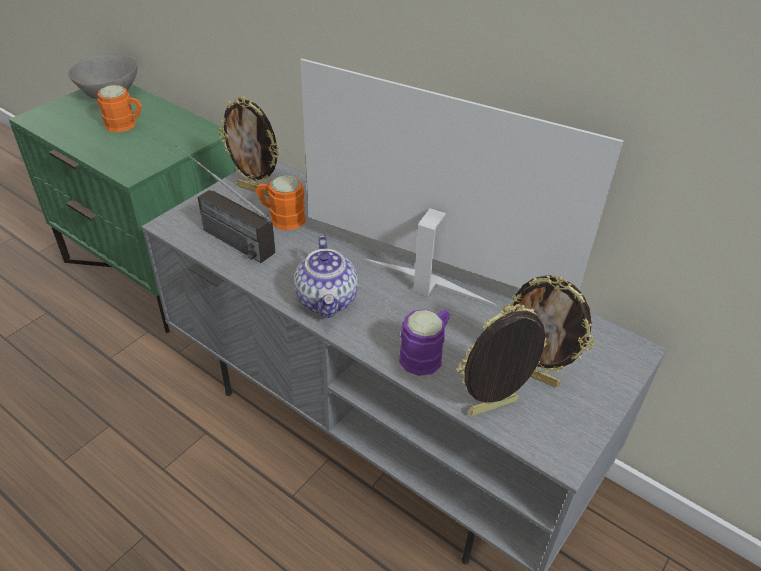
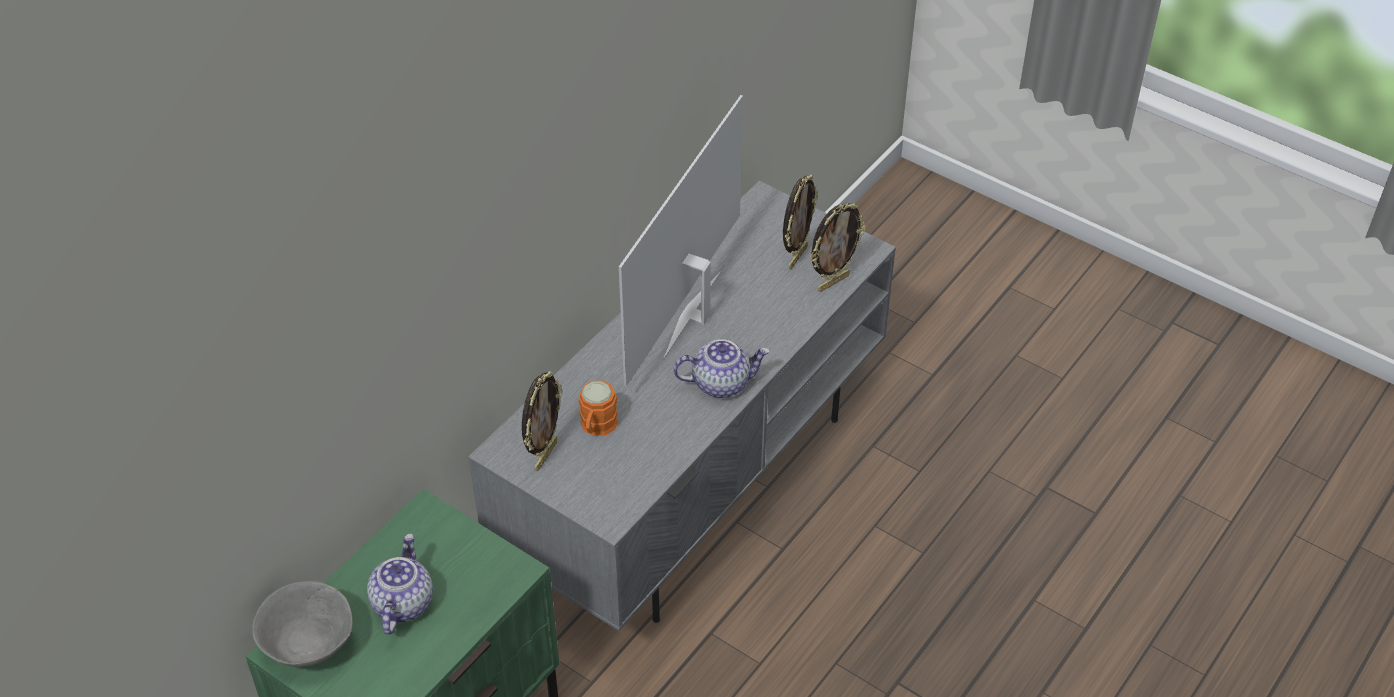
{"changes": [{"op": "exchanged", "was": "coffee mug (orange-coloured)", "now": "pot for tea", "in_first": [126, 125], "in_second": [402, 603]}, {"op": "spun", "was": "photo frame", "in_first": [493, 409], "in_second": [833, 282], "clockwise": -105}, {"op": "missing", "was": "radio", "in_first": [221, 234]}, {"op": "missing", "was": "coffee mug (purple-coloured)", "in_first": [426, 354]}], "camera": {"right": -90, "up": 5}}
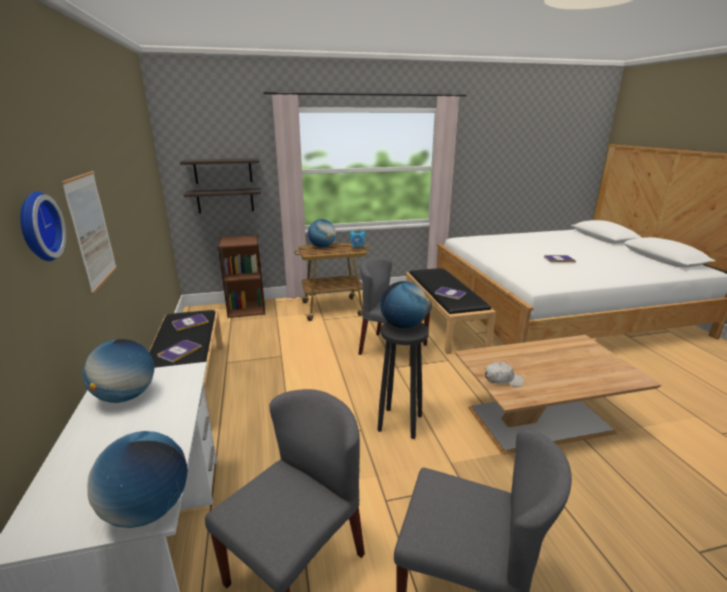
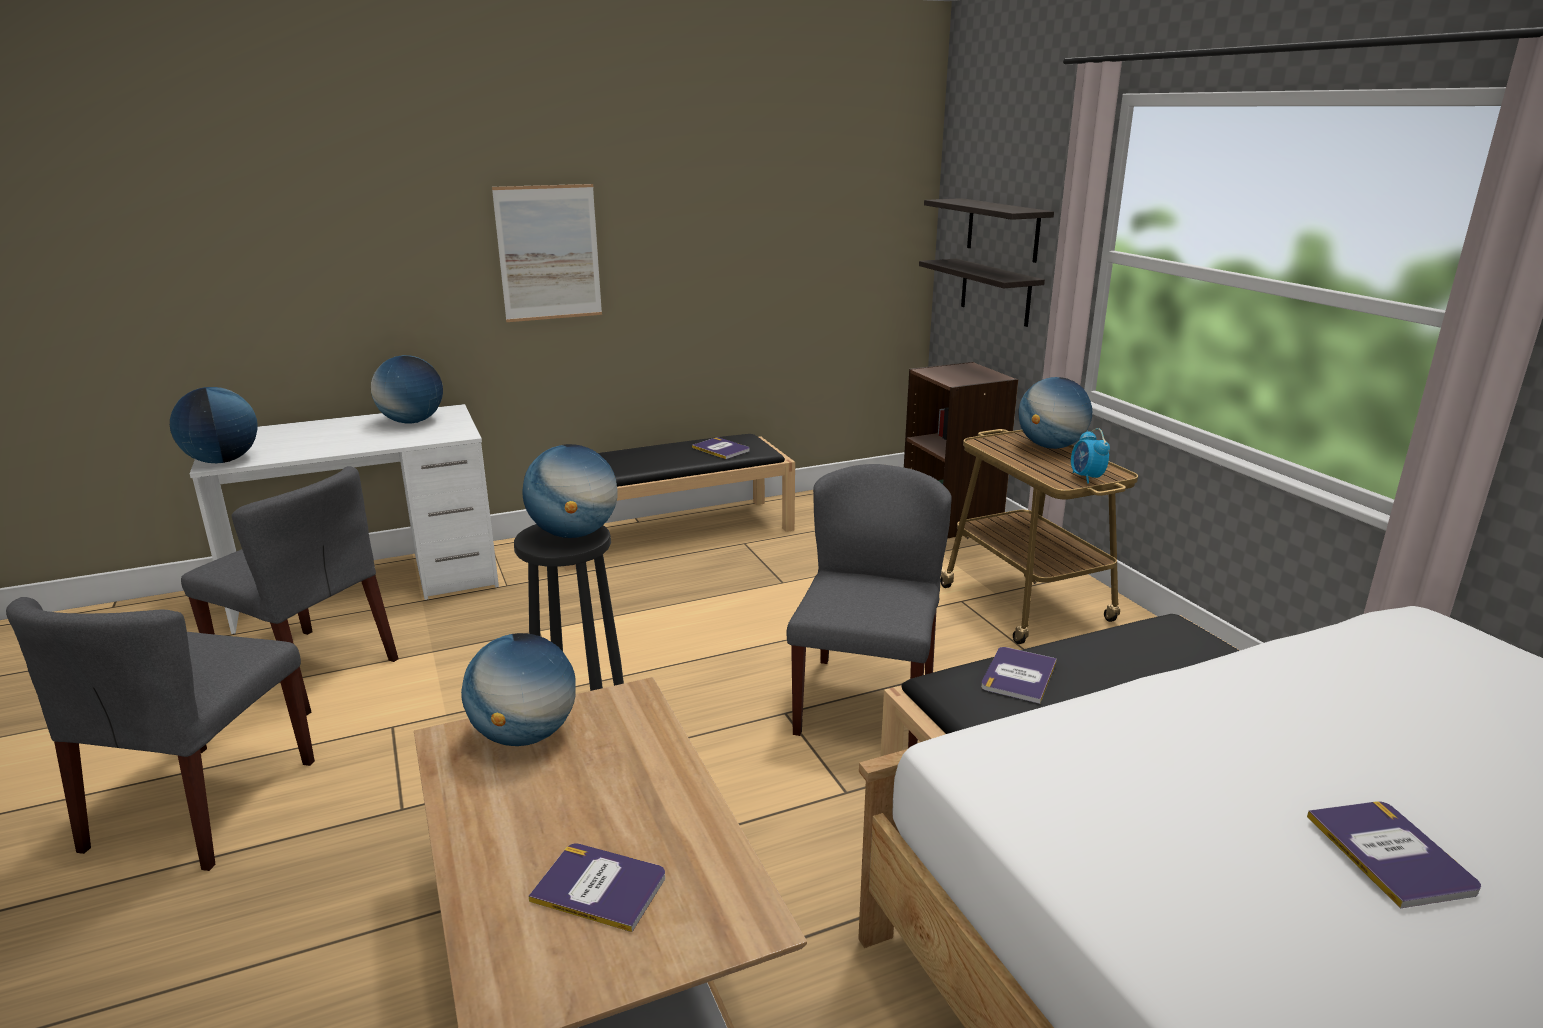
{"changes": [{"op": "exchanged", "was": "peaked cap (white-coloured)", "now": "globe", "in_first": [502, 379], "in_second": [525, 735]}, {"op": "relocated", "was": "bound book", "in_first": [179, 351], "in_second": [600, 887]}, {"op": "missing", "was": "wall clock", "in_first": [36, 227]}], "camera": {"right": 80, "up": 0}}
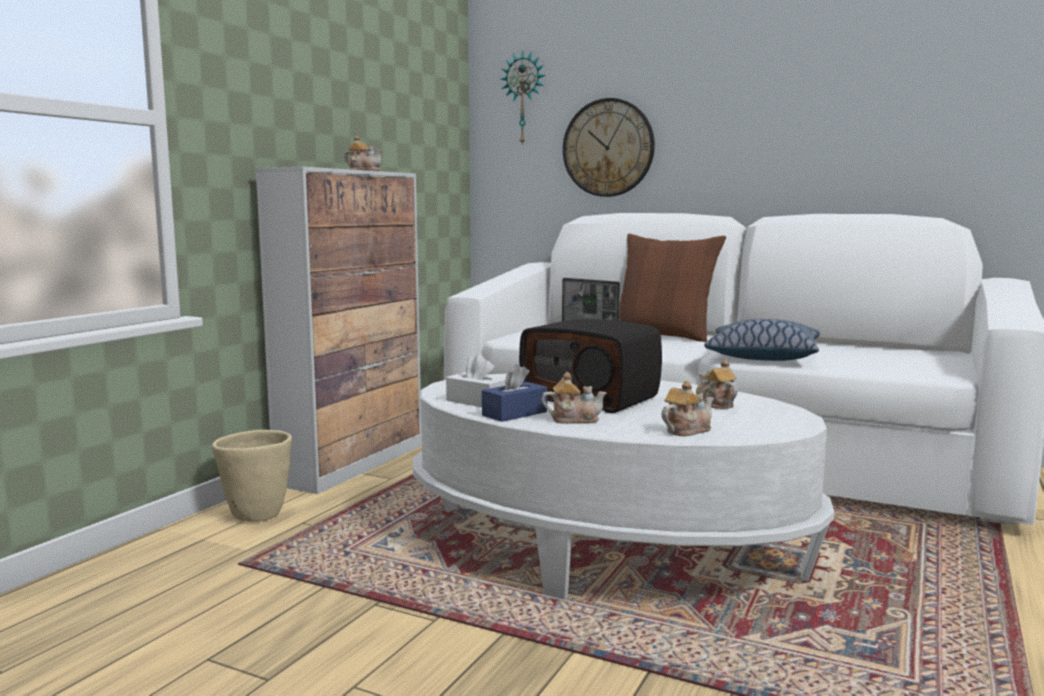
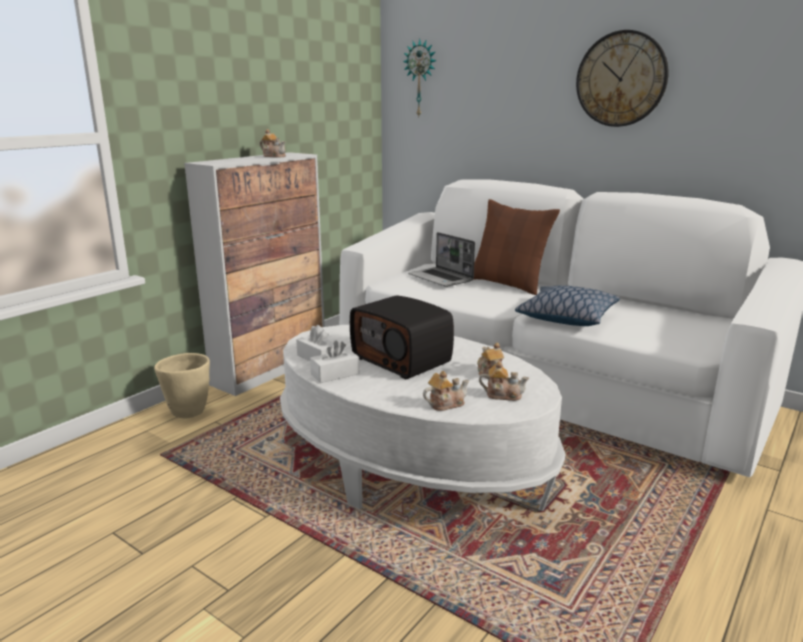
{"changes": [{"op": "colour", "was": "box of tissues (bluish)", "now": "box of tissues (white-coloured)", "in_first": [514, 413], "in_second": [335, 374]}, {"op": "relocated", "was": "pot for tea", "in_first": [574, 419], "in_second": [502, 395]}, {"op": "relocated", "was": "wall clock", "in_first": [608, 148], "in_second": [621, 79]}], "camera": {"right": 10, "up": 10}}
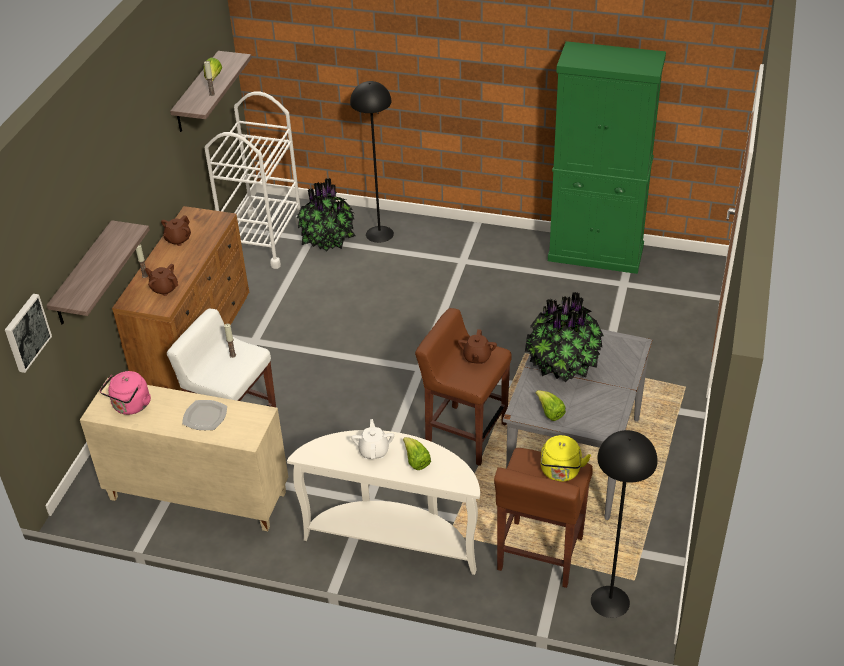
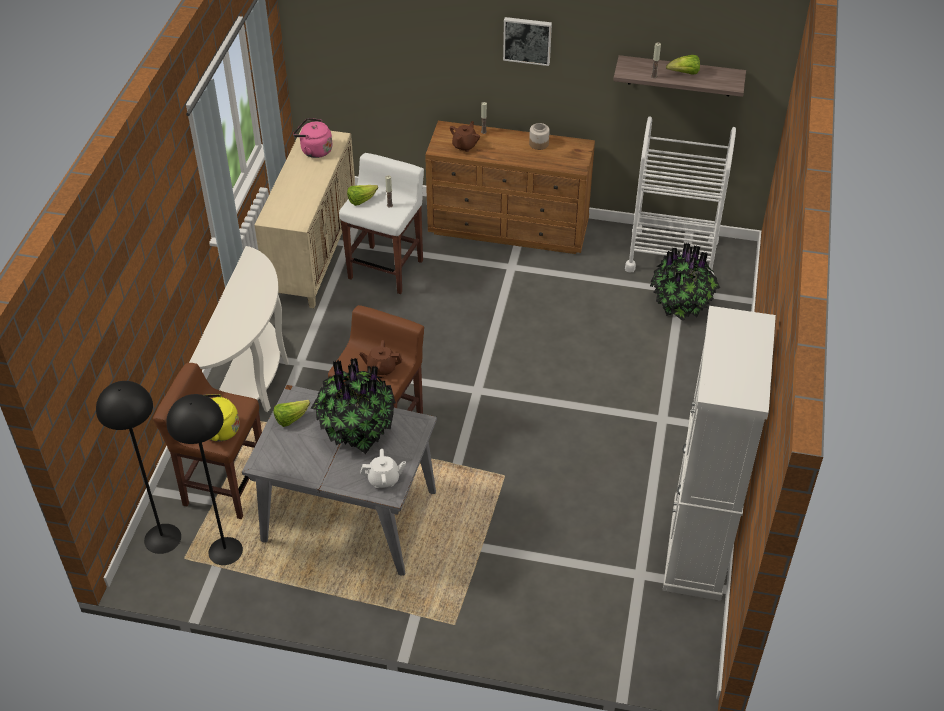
{"changes": [{"op": "relocated", "was": "standard lamp (blackish)", "in_first": [379, 234], "in_second": [226, 551]}, {"op": "relocated", "was": "lettuce", "in_first": [416, 461], "in_second": [361, 200]}, {"op": "relocated", "was": "pot for tea (white-coloured)", "in_first": [374, 451], "in_second": [384, 479]}, {"op": "relocated", "was": "picture", "in_first": [26, 332], "in_second": [527, 40]}, {"op": "exchanged", "was": "pot for tea (brown)", "now": "storage jar", "in_first": [178, 240], "in_second": [539, 144]}, {"op": "colour", "was": "storage cabinet (green-coloured)", "now": "storage cabinet (white-coloured)", "in_first": [596, 254], "in_second": [696, 548]}, {"op": "missing", "was": "wall shelf", "in_first": [83, 274]}, {"op": "missing", "was": "plate", "in_first": [205, 417]}], "camera": {"right": 85, "up": 5}}
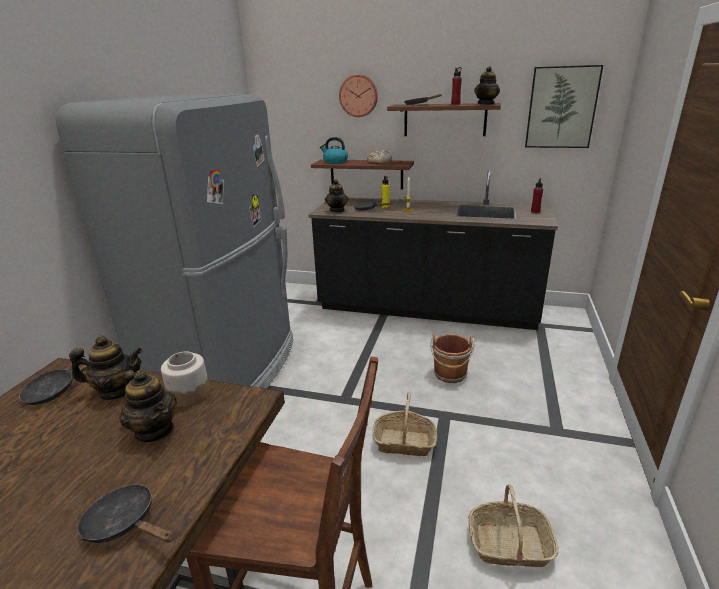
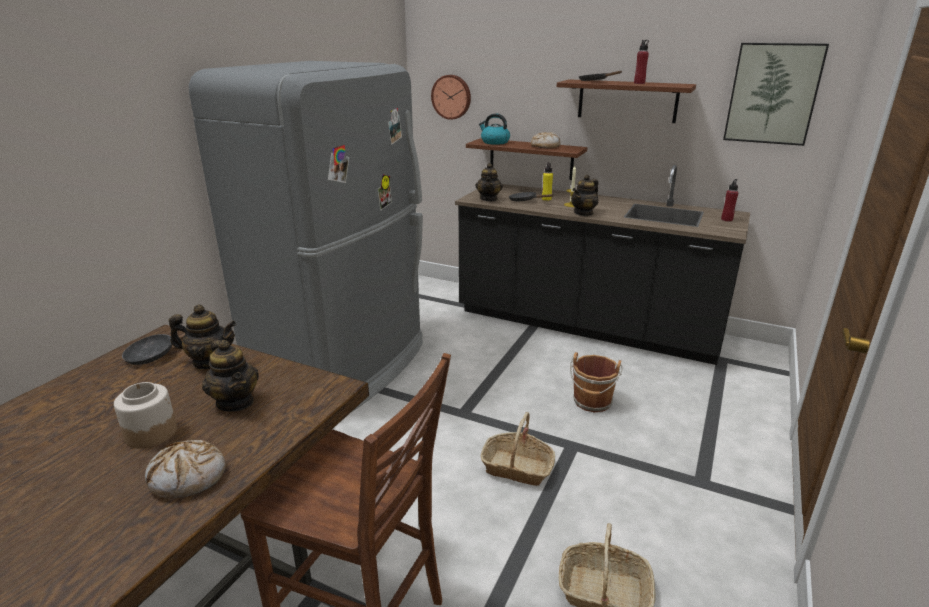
{"changes": [{"op": "relocated", "was": "storage jar", "in_first": [189, 394], "in_second": [151, 433]}, {"op": "exchanged", "was": "frying pan (blackish)", "now": "bread", "in_first": [125, 524], "in_second": [188, 477]}, {"op": "relocated", "was": "wall clock", "in_first": [359, 96], "in_second": [451, 97]}, {"op": "relocated", "was": "pot for tea", "in_first": [486, 104], "in_second": [584, 213]}], "camera": {"right": 10, "up": 0}}
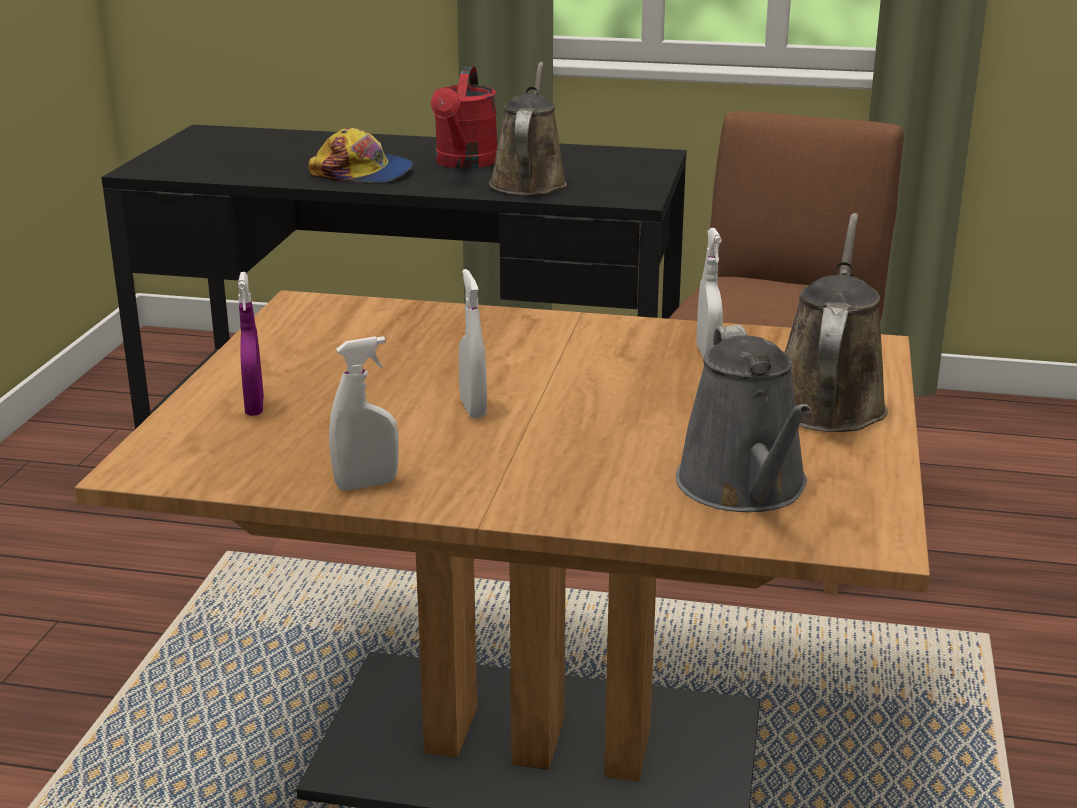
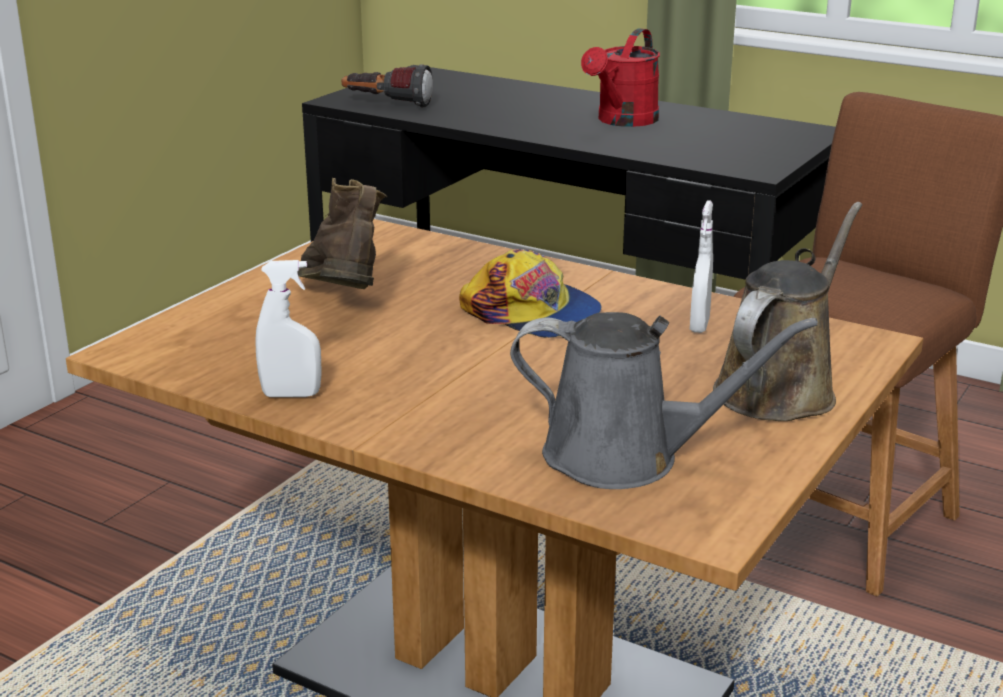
{"changes": [{"op": "appeared", "now": "high-top boot (brown)", "in_second": [342, 303]}, {"op": "appeared", "now": "torch", "in_second": [387, 104]}, {"op": "relocated", "was": "peaked cap", "in_first": [363, 173], "in_second": [532, 313]}, {"op": "spun", "was": "sprinkling can (grey)", "in_first": [745, 488], "in_second": [625, 457], "clockwise": -90}, {"op": "missing", "was": "hand sprayer (purple-coloured)", "in_first": [254, 407]}, {"op": "missing", "was": "hand sprayer (white-coloured)", "in_first": [473, 408]}, {"op": "missing", "was": "sprinkling can (brown)", "in_first": [528, 182]}], "camera": {"right": 20, "up": 0}}
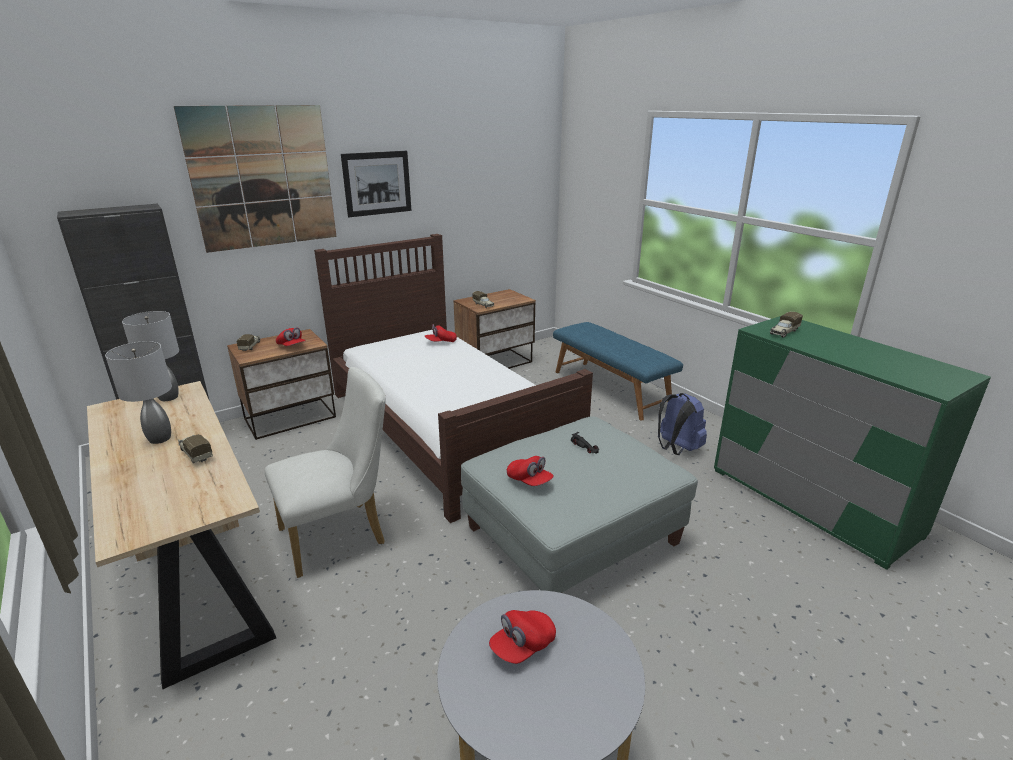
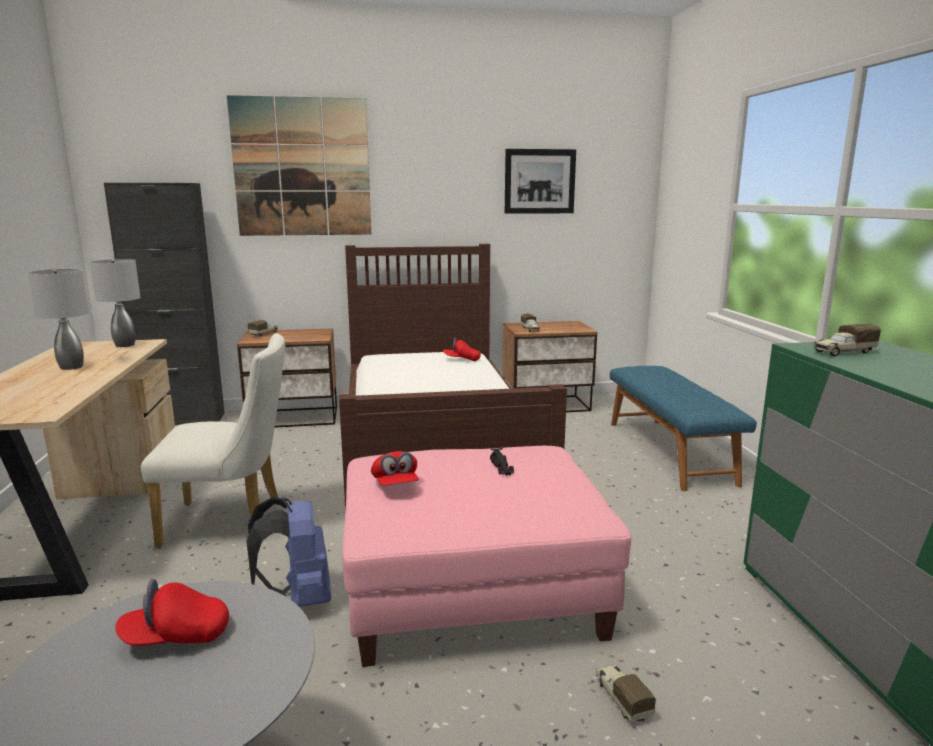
{"changes": [{"op": "relocated", "was": "backpack (bluish)", "in_first": [676, 449], "in_second": [299, 599]}, {"op": "colour", "was": "pouffe (grey)", "now": "pouffe (pink)", "in_first": [572, 534], "in_second": [473, 589]}, {"op": "relocated", "was": "picture", "in_first": [377, 183], "in_second": [539, 181]}, {"op": "relocated", "was": "toy truck", "in_first": [196, 454], "in_second": [622, 699]}, {"op": "missing", "was": "peaked cap (red)", "in_first": [291, 346]}], "camera": {"right": 25, "up": -10}}
